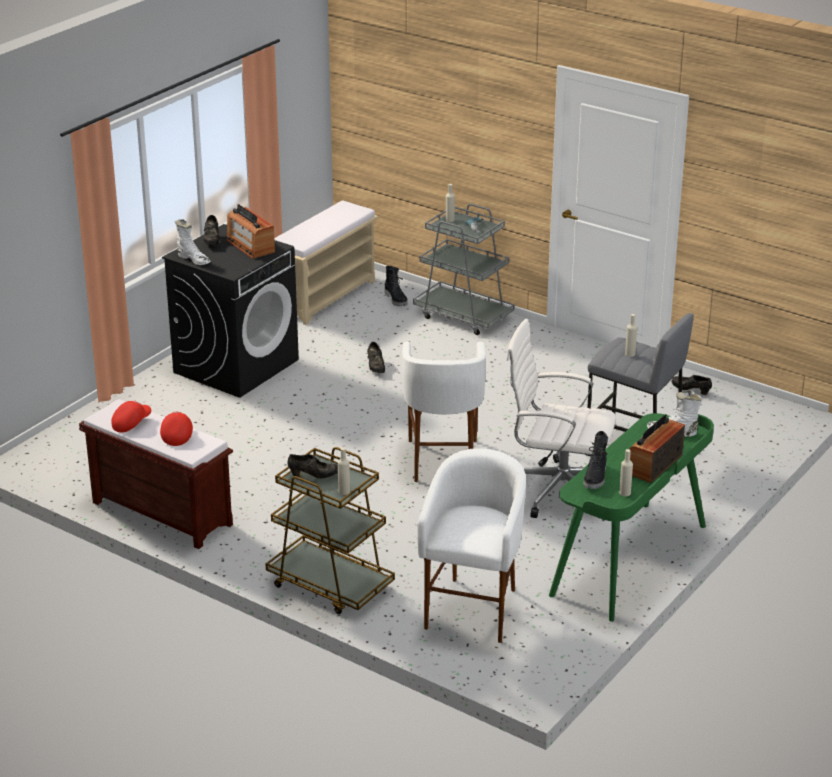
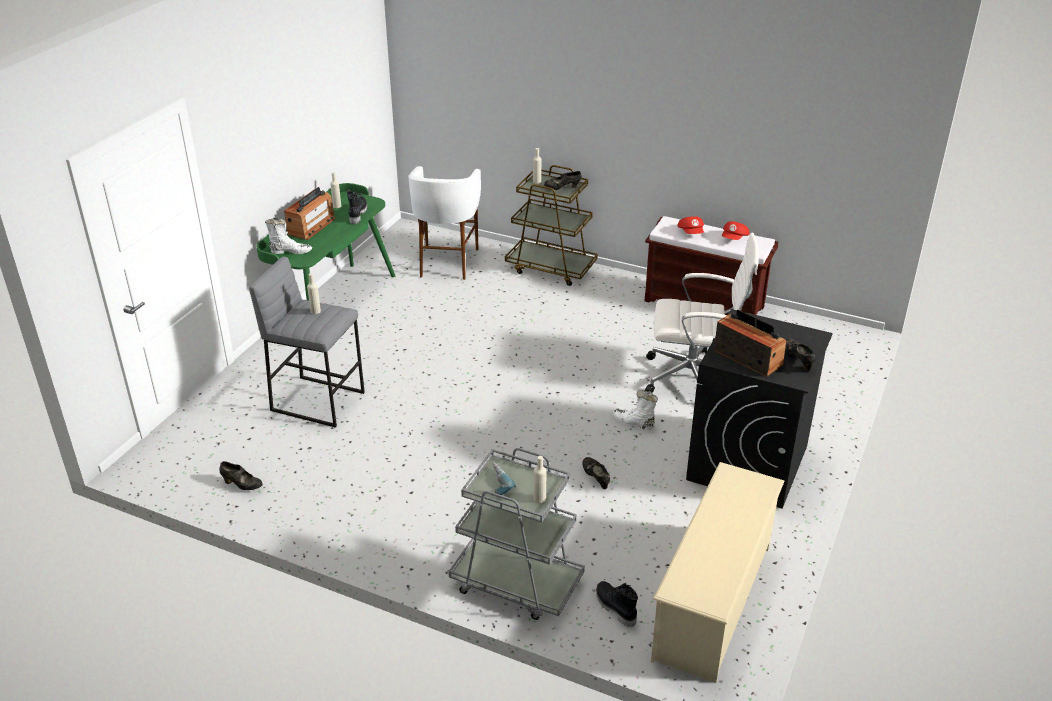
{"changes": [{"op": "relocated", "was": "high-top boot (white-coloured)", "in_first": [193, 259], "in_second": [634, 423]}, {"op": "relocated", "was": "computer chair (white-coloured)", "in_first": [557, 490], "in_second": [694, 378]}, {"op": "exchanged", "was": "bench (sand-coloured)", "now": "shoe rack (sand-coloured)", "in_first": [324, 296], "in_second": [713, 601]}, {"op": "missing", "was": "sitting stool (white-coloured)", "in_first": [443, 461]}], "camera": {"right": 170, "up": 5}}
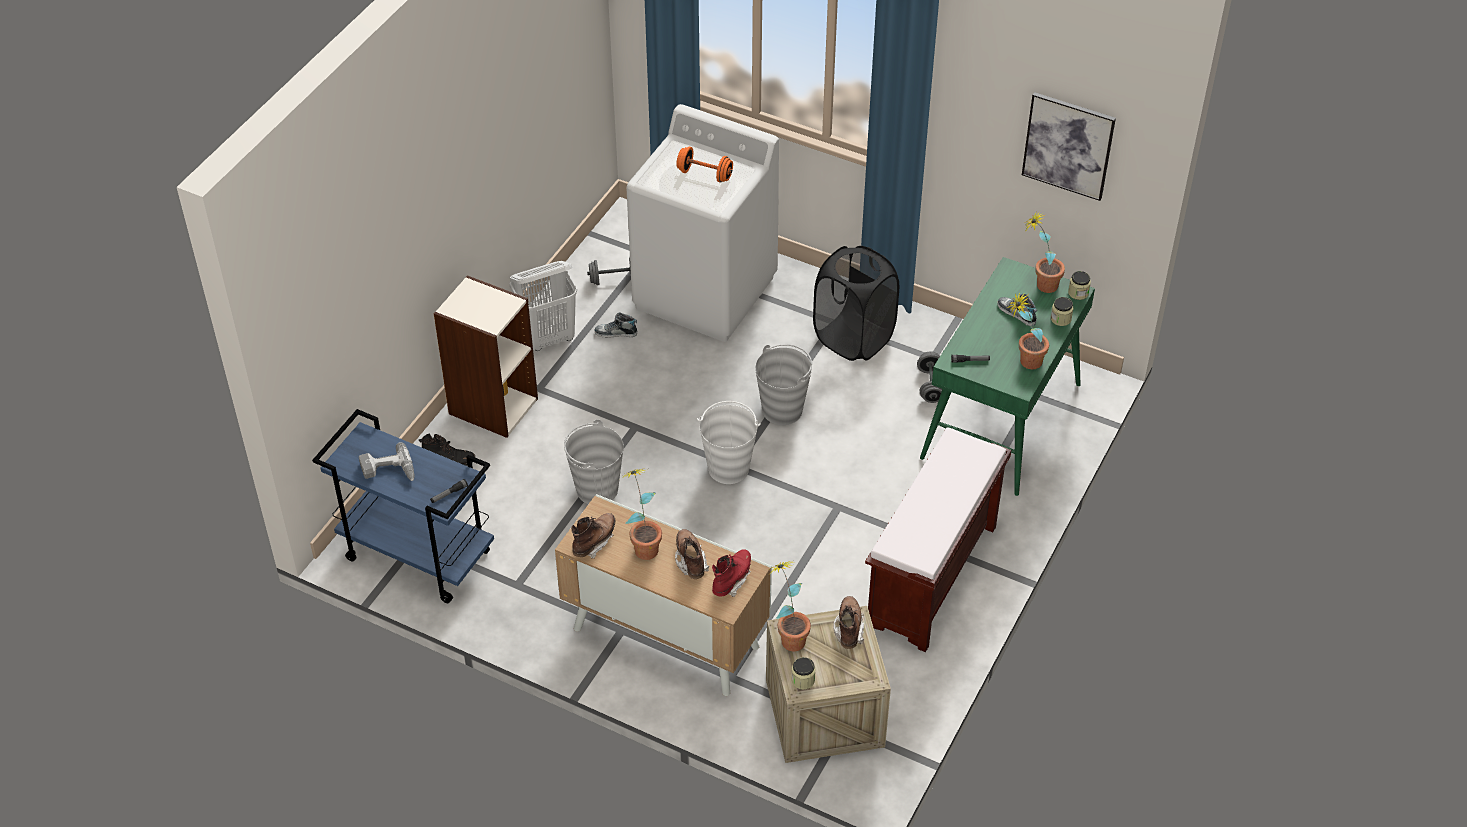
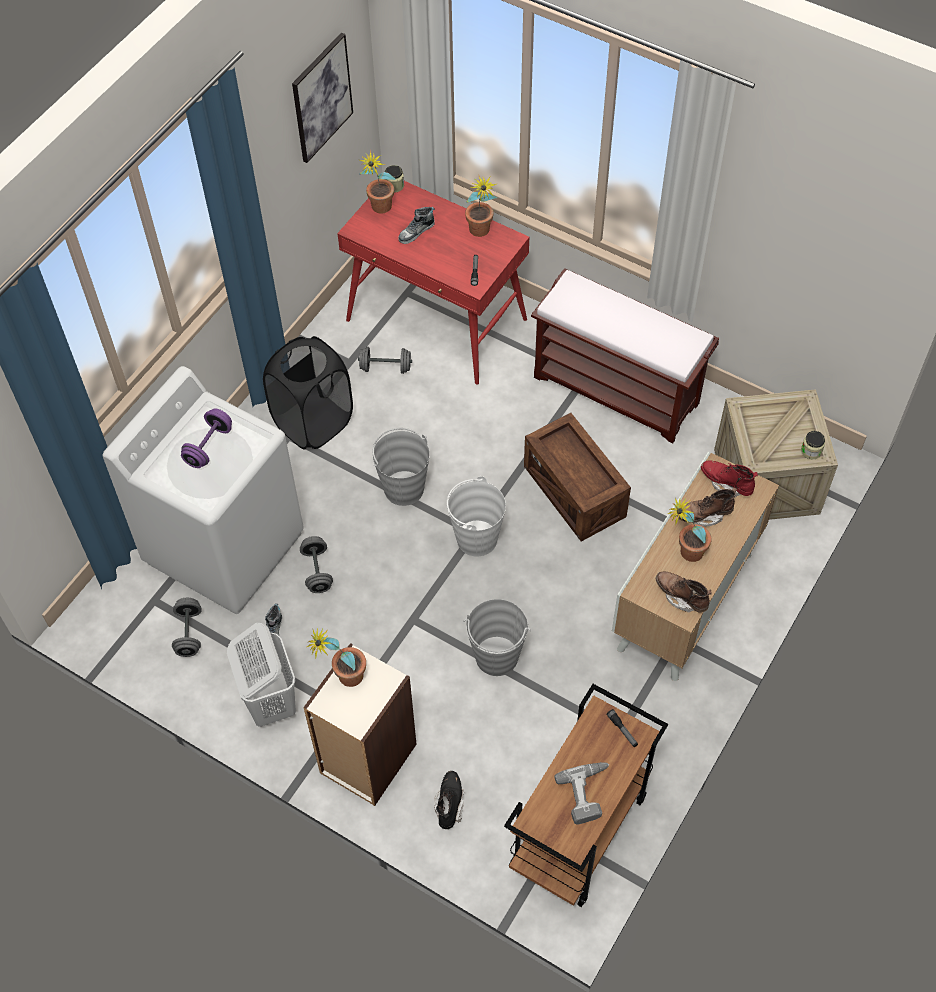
{"changes": [{"op": "colour", "was": "free weight (orange-coloured)", "now": "free weight (purple-coloured)", "in_first": [704, 174], "in_second": [209, 446]}, {"op": "appeared", "now": "free weight (grey)", "in_second": [317, 571]}, {"op": "relocated", "was": "plant in a pot", "in_first": [789, 636], "in_second": [343, 679]}, {"op": "colour", "was": "desk unit (green-coloured)", "now": "desk unit (red)", "in_first": [1001, 422], "in_second": [437, 320]}, {"op": "colour", "was": "cart (bluish)", "now": "cart (brown)", "in_first": [416, 556], "in_second": [579, 833]}, {"op": "appeared", "now": "packing crate", "in_second": [574, 492]}, {"op": "missing", "was": "high-top boot (brown)", "in_first": [848, 629]}, {"op": "missing", "was": "storage jar", "in_first": [1060, 319]}], "camera": {"right": -85, "up": 10}}
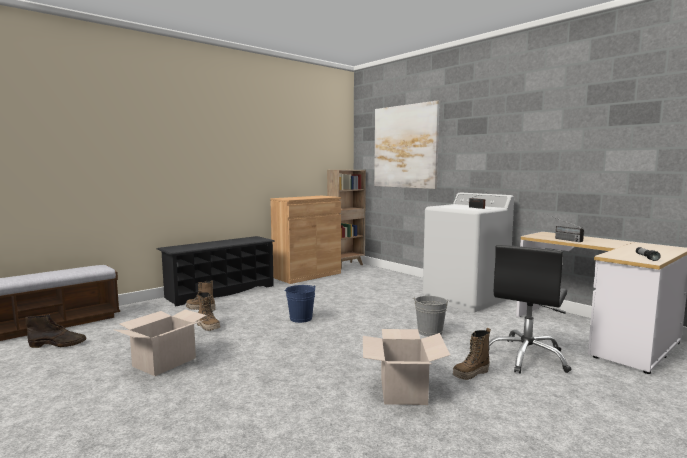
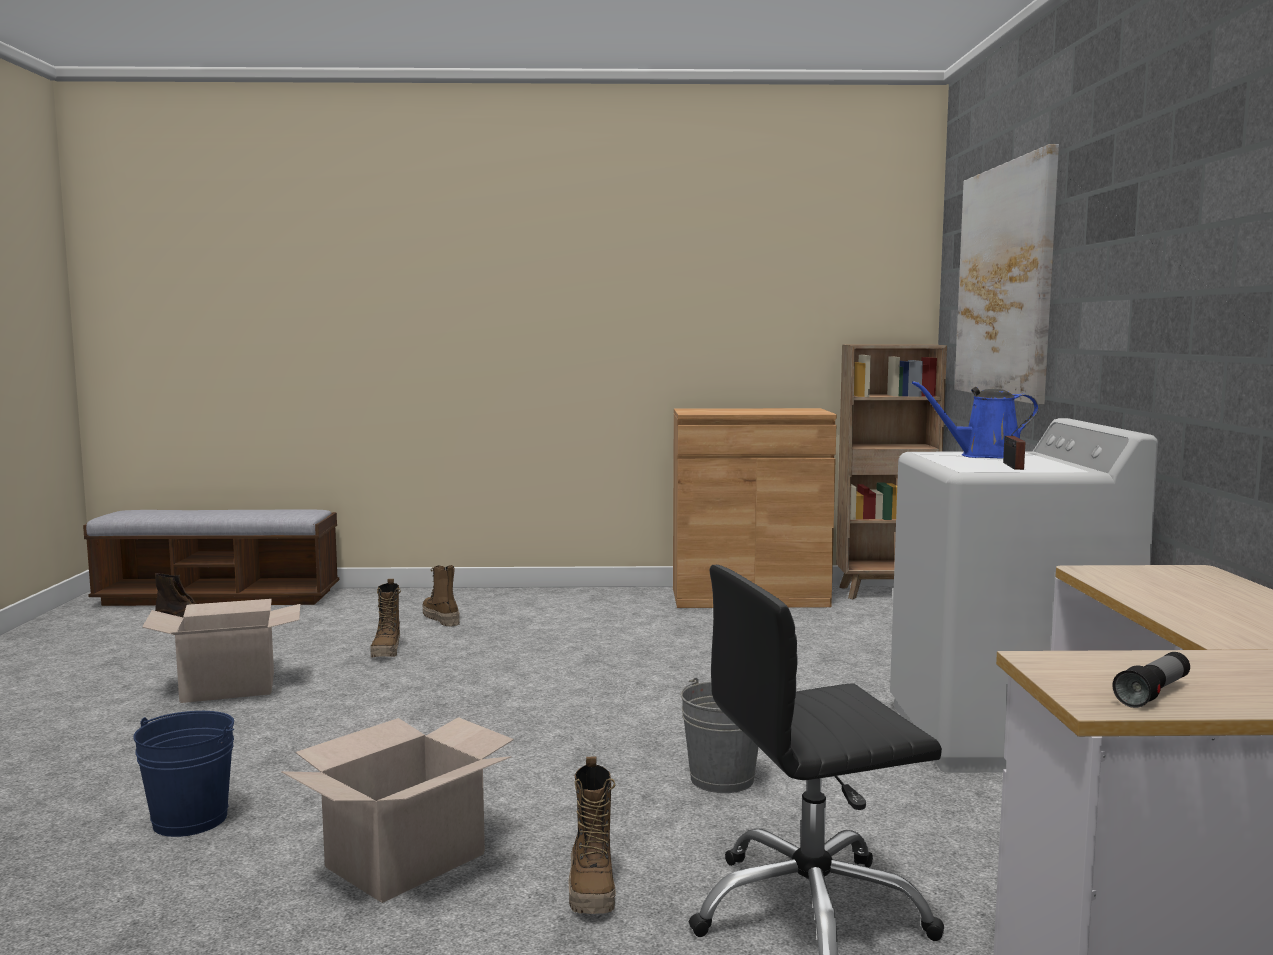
{"changes": [{"op": "relocated", "was": "pail (bluish)", "in_first": [301, 318], "in_second": [190, 820]}, {"op": "spun", "was": "high-top boot", "in_first": [471, 374], "in_second": [592, 890], "clockwise": -105}, {"op": "appeared", "now": "sprinkling can (bluish)", "in_second": [984, 456]}, {"op": "missing", "was": "shoe rack (blackish)", "in_first": [220, 291]}, {"op": "missing", "was": "radio", "in_first": [561, 239]}], "camera": {"right": 40, "up": 0}}
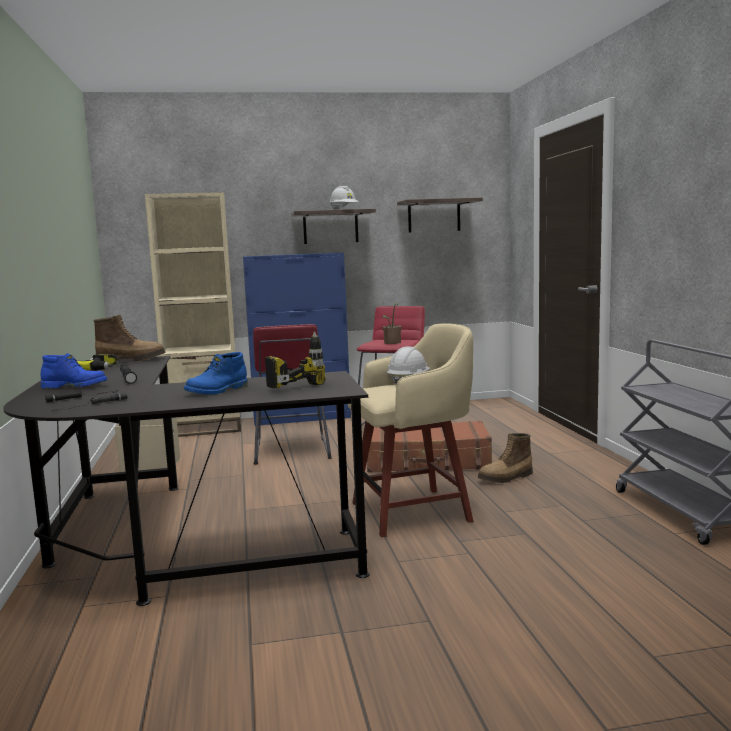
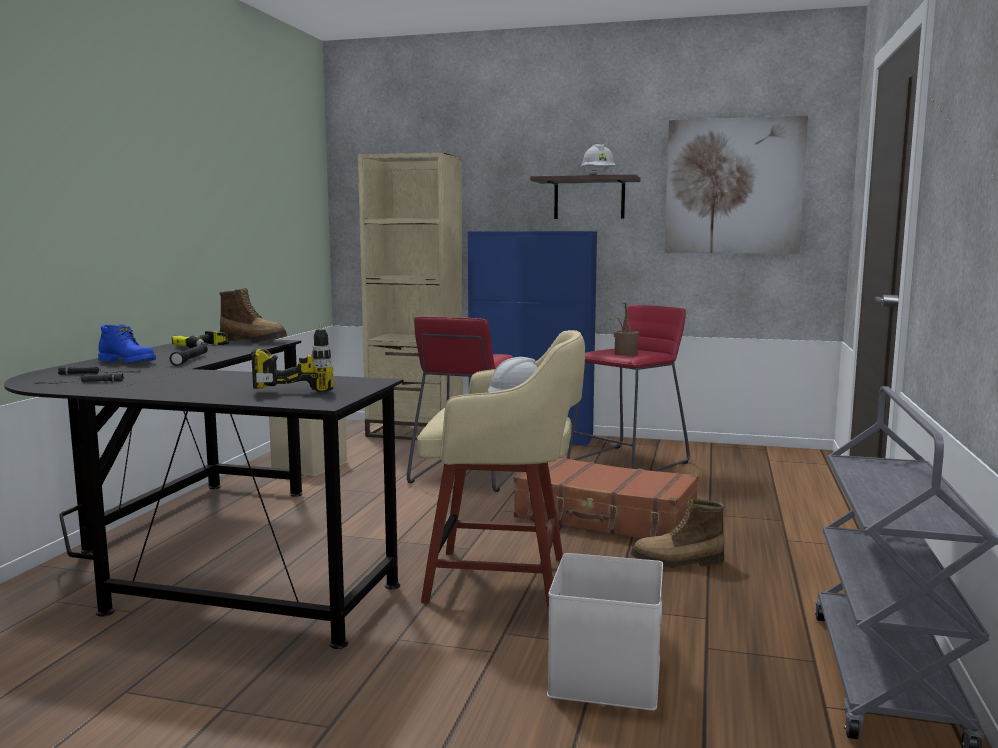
{"changes": [{"op": "appeared", "now": "storage container (white-coloured)", "in_second": [608, 677]}, {"op": "exchanged", "was": "wall shelf", "now": "picture", "in_first": [434, 216], "in_second": [733, 186]}, {"op": "missing", "was": "high-top boot (bluish)", "in_first": [218, 391]}], "camera": {"right": 25, "up": 0}}
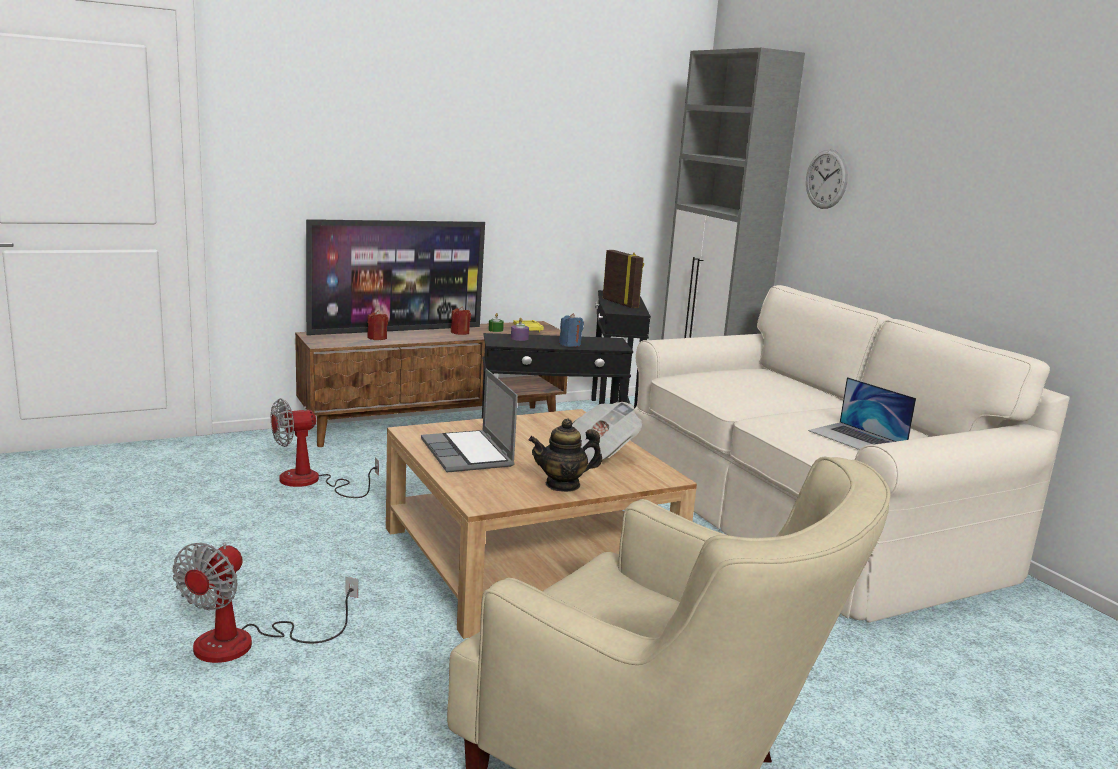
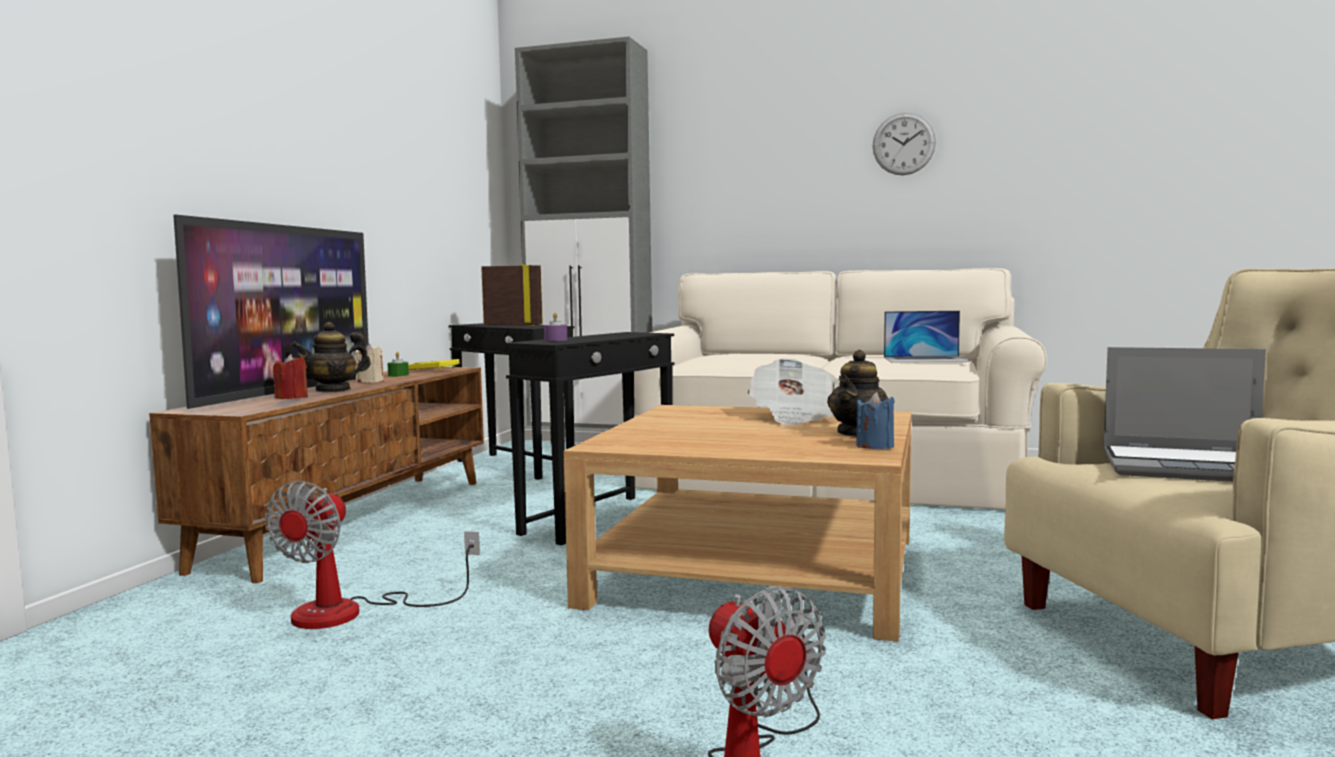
{"changes": [{"op": "appeared", "now": "pot for tea", "in_second": [333, 390]}, {"op": "colour", "was": "wax light (red)", "now": "wax light (sand-coloured)", "in_first": [460, 333], "in_second": [370, 381]}, {"op": "relocated", "was": "wax light (bluish)", "in_first": [570, 344], "in_second": [875, 446]}, {"op": "relocated", "was": "wall clock", "in_first": [826, 179], "in_second": [903, 144]}, {"op": "relocated", "was": "notebook computer", "in_first": [468, 454], "in_second": [1190, 468]}], "camera": {"right": -45, "up": -10}}
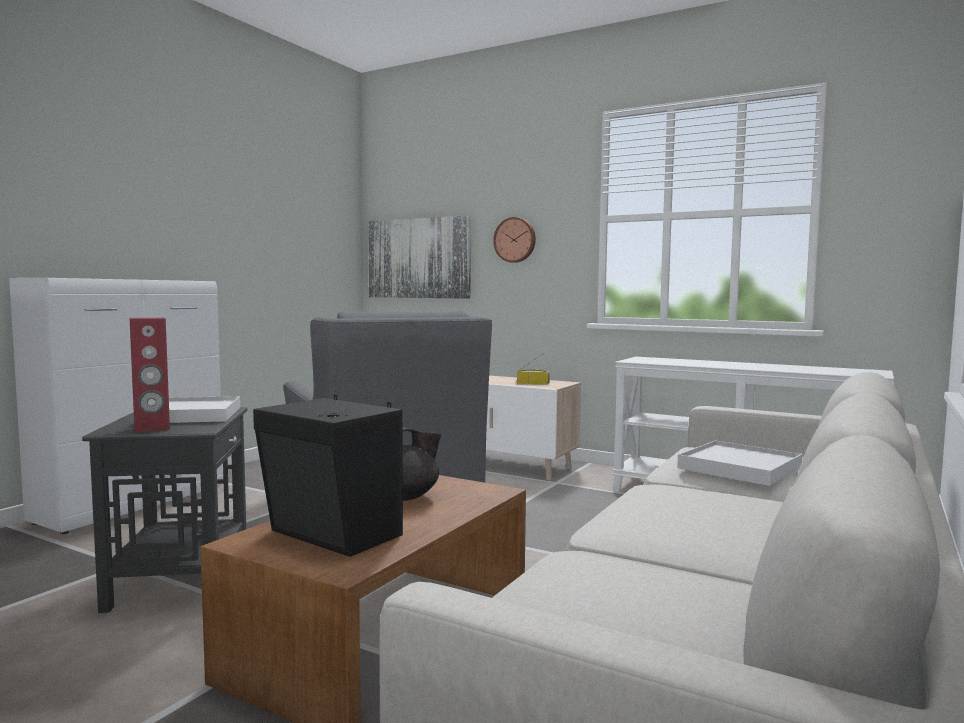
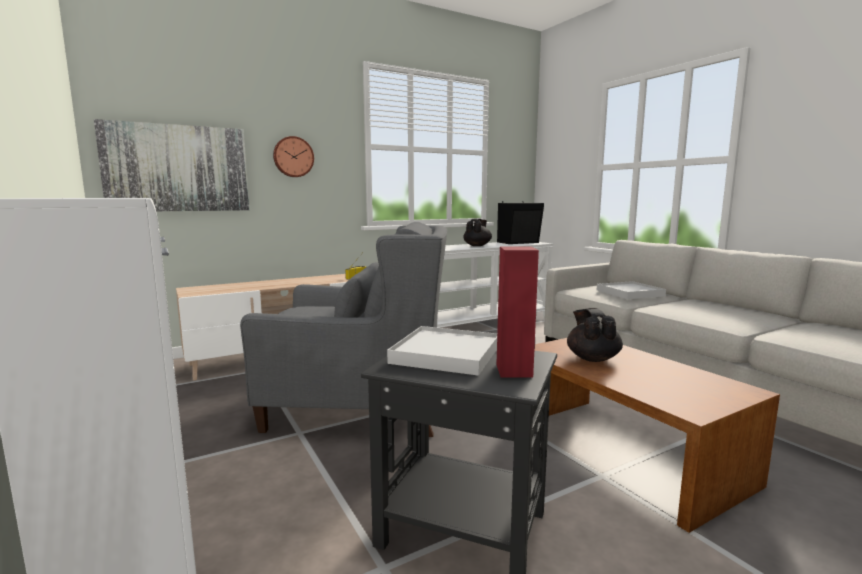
{"changes": [{"op": "appeared", "now": "pot for tea (blackish)", "in_second": [477, 245]}, {"op": "relocated", "was": "audio speaker (blackish)", "in_first": [333, 535], "in_second": [519, 242]}], "camera": {"right": -60, "up": 5}}
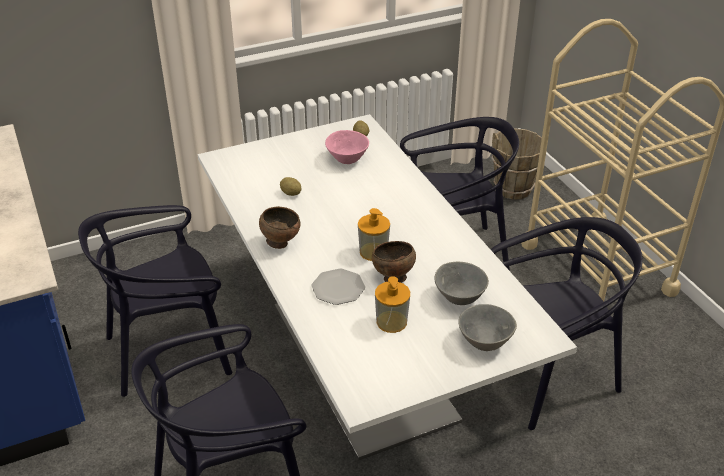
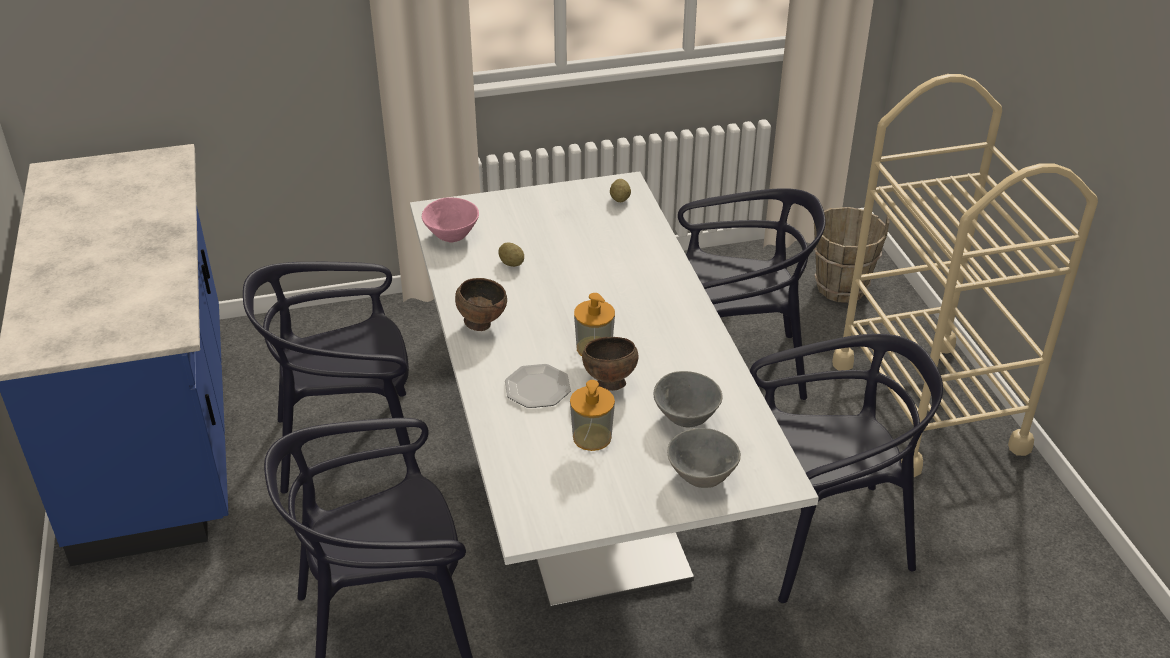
{"changes": [{"op": "relocated", "was": "serving bowl (pink)", "in_first": [346, 159], "in_second": [450, 236]}], "camera": {"right": 10, "up": 0}}
